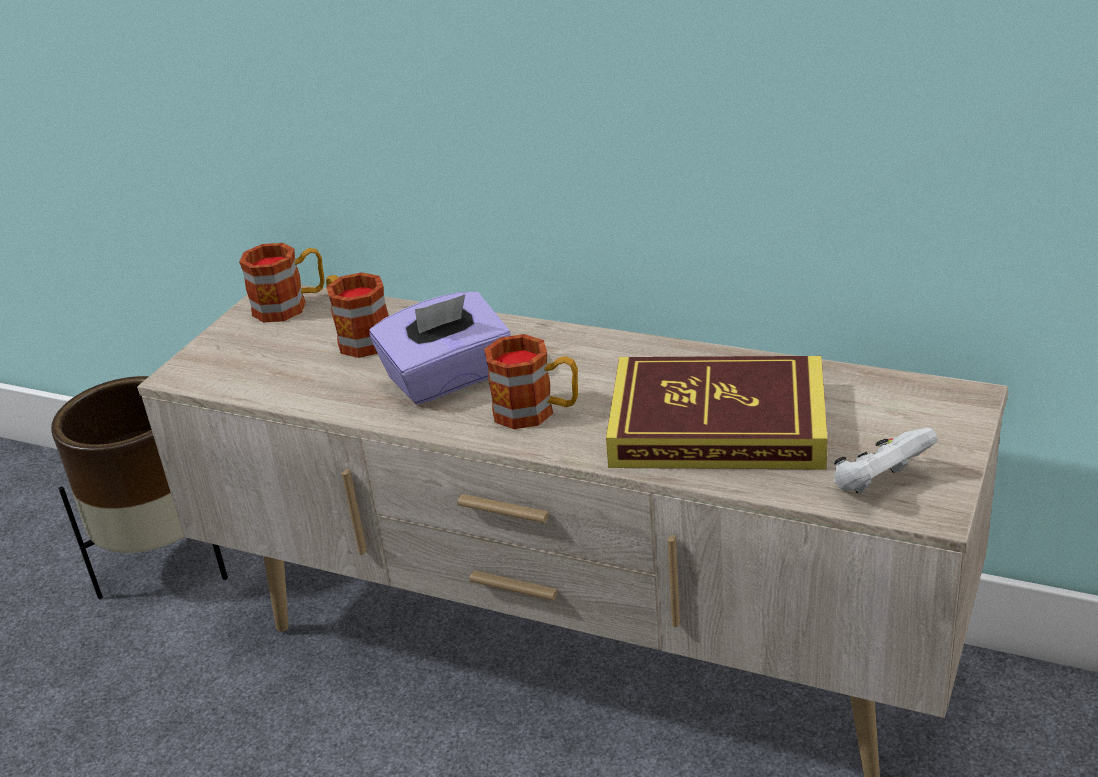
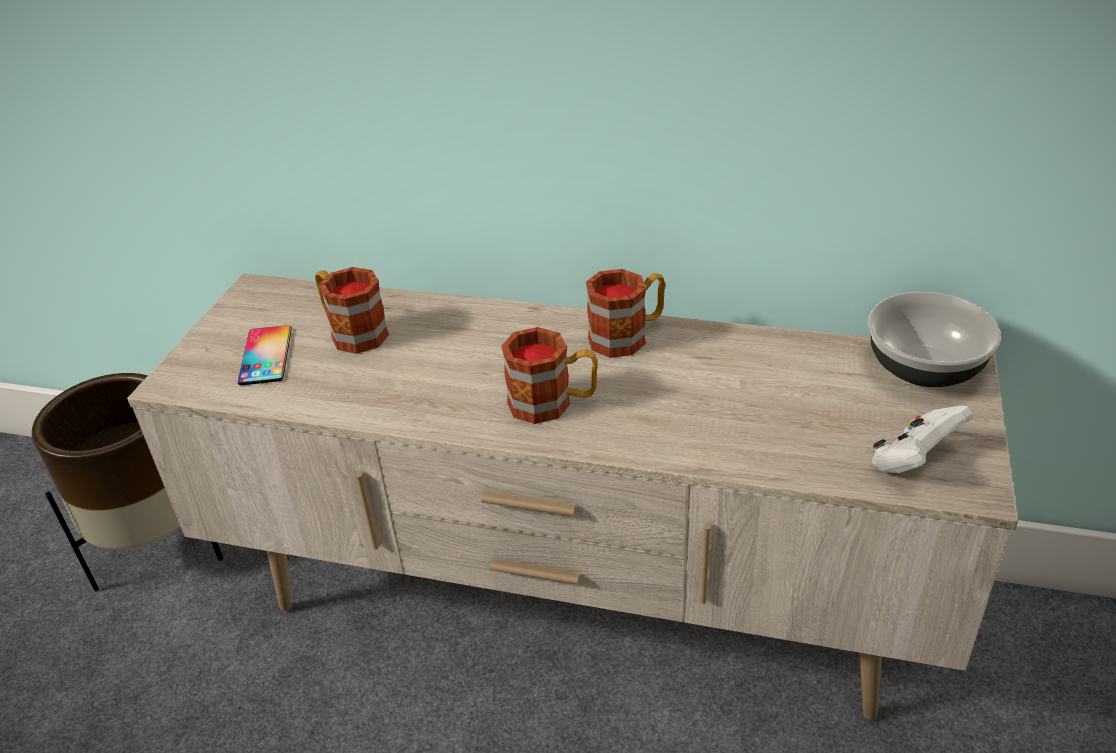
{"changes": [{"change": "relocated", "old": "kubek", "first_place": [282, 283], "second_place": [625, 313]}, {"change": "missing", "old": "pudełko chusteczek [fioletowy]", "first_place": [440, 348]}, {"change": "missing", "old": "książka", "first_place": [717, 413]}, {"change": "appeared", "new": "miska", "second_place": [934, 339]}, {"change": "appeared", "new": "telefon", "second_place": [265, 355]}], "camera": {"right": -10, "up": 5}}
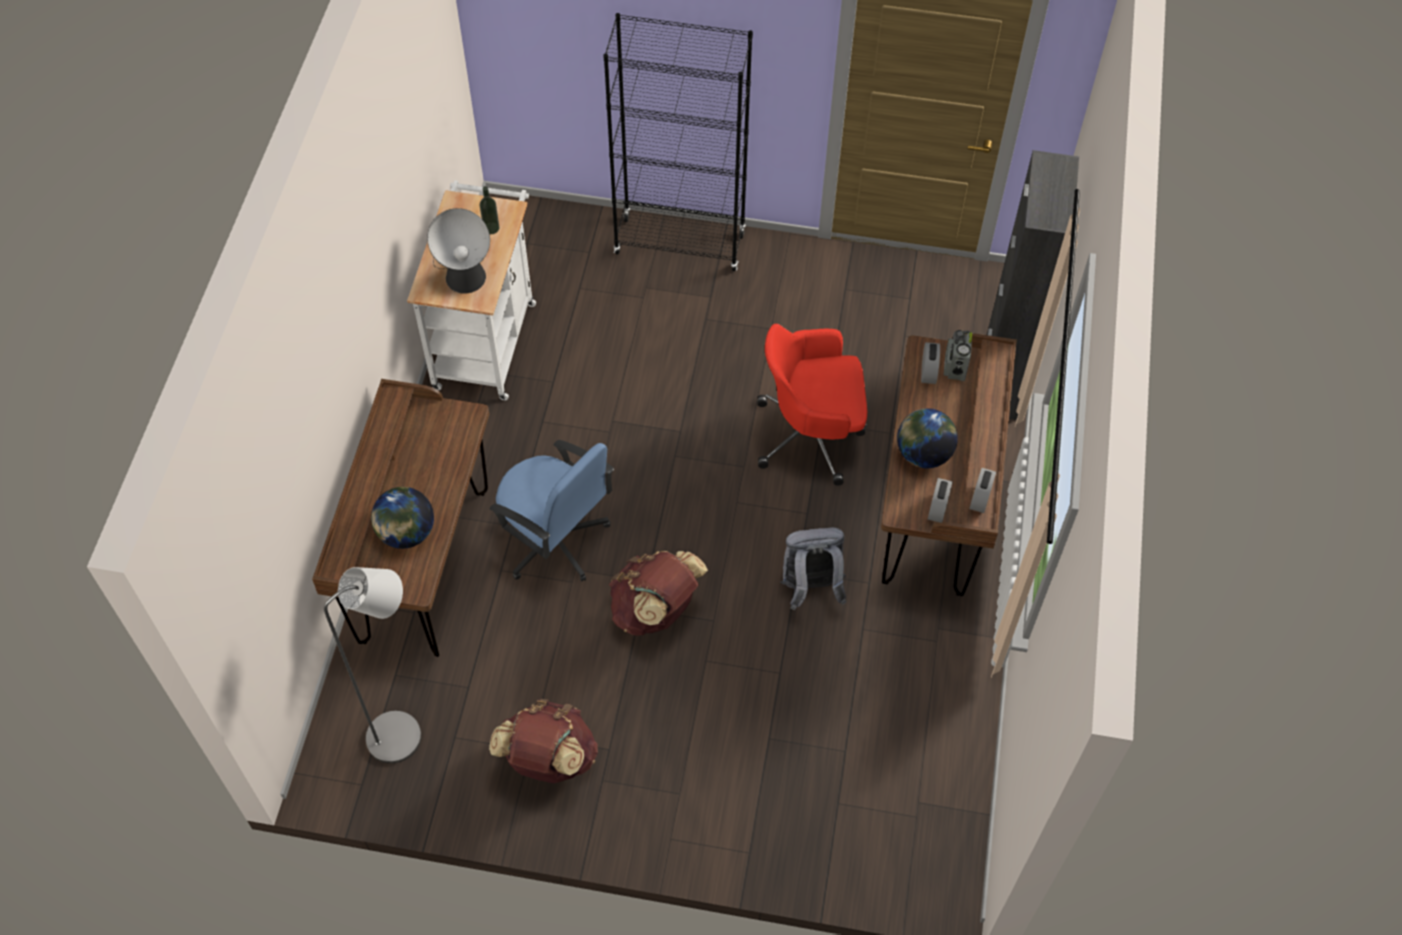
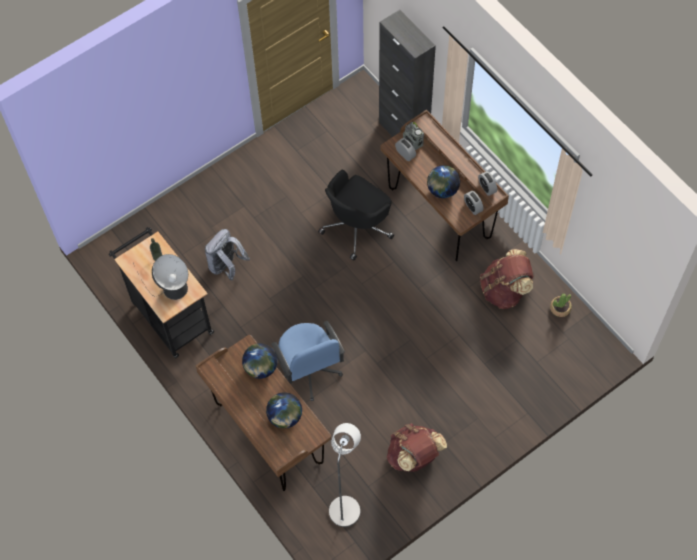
{"changes": [{"change": "missing", "old": "regał [czarny]", "first_place": [678, 142]}, {"change": "colour", "old": "wózek [biały]", "new": "wózek [czarny]", "first_place": [471, 290], "second_place": [161, 292]}, {"change": "colour", "old": "krzesło biurowe [czerwony]", "new": "krzesło biurowe [czarny]", "first_place": [812, 405], "second_place": [356, 215]}, {"change": "spun", "old": "krzesło biurowe [niebieski]", "first_place": [551, 510], "second_place": [308, 361], "degrees": 75}, {"change": "relocated", "old": "plecak [szary]", "first_place": [813, 568], "second_place": [227, 255]}, {"change": "relocated", "old": "plecak [brązowy]", "first_place": [658, 593], "second_place": [506, 279]}, {"change": "appeared", "new": "roślina doniczkowa", "second_place": [561, 305]}, {"change": "appeared", "new": "globus", "second_place": [260, 361]}], "camera": {"right": -45, "up": 5}}
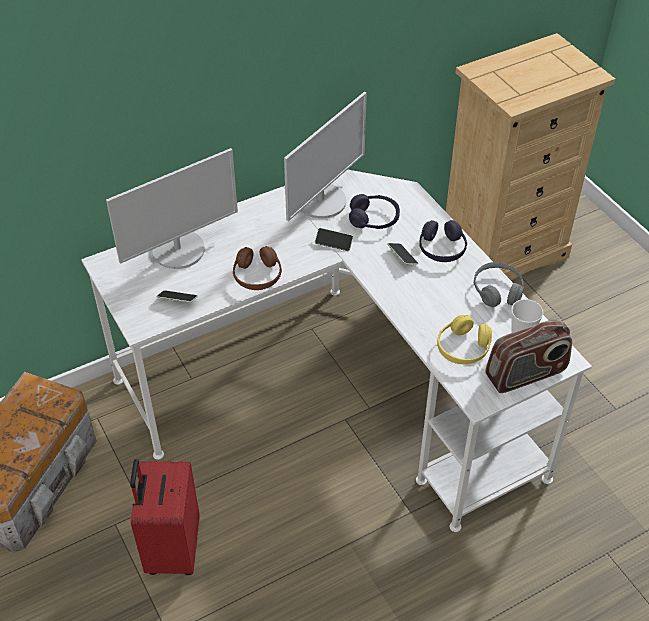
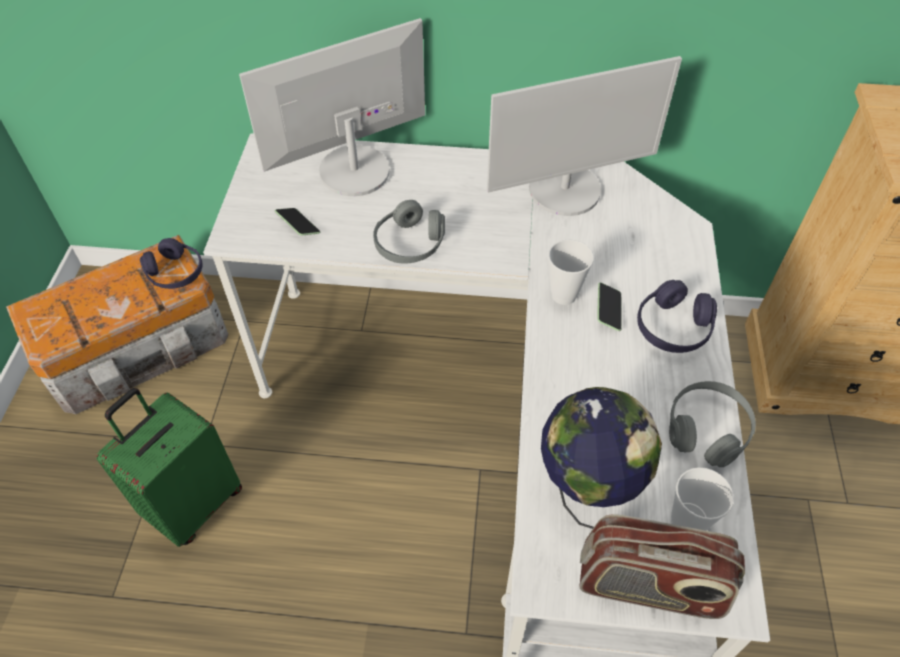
{"changes": [{"change": "spun", "old": "monitor", "first_place": [172, 208], "second_place": [332, 107], "degrees": 150}, {"change": "relocated", "old": "słuchawki [fioletowy]", "first_place": [374, 211], "second_place": [171, 263]}, {"change": "missing", "old": "telefon", "first_place": [334, 239]}, {"change": "colour", "old": "słuchawki [brązowy]", "new": "słuchawki [szary]", "first_place": [257, 268], "second_place": [409, 232]}, {"change": "exchanged", "old": "słuchawki [żółty]", "new": "globus", "first_place": [464, 339], "second_place": [601, 458]}, {"change": "colour", "old": "walizka [czerwony]", "new": "walizka [zielony]", "first_place": [165, 517], "second_place": [169, 467]}, {"change": "appeared", "new": "filiżanka", "second_place": [571, 272]}], "camera": {"right": 35, "up": 5}}
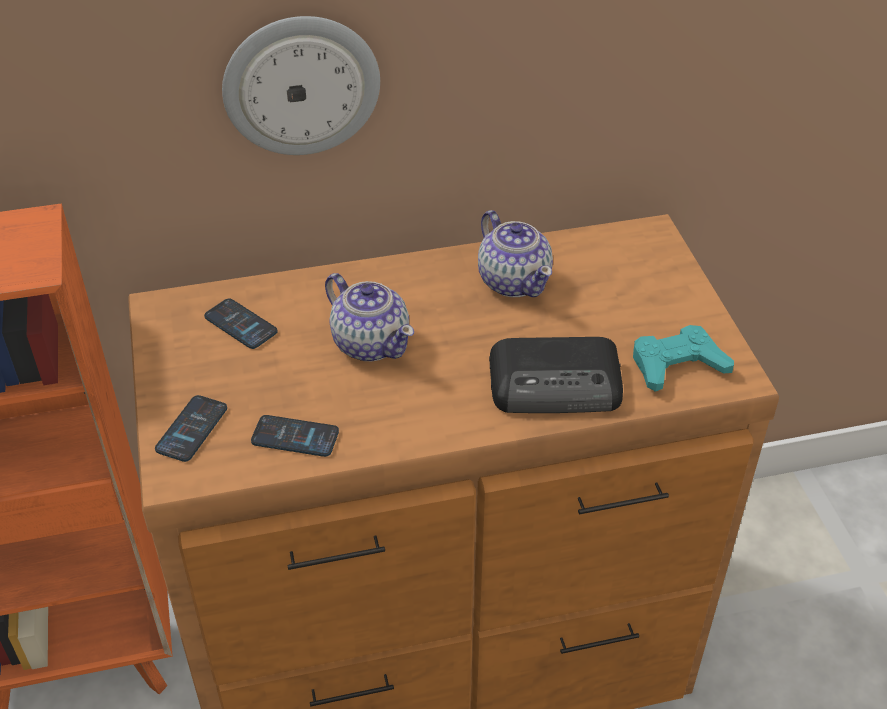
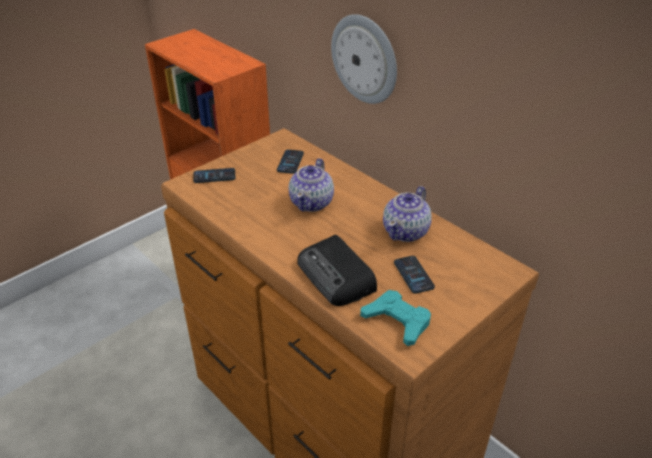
{"changes": [{"change": "relocated", "old": "telefon", "first_place": [295, 436], "second_place": [414, 275]}], "camera": {"right": 60, "up": -5}}
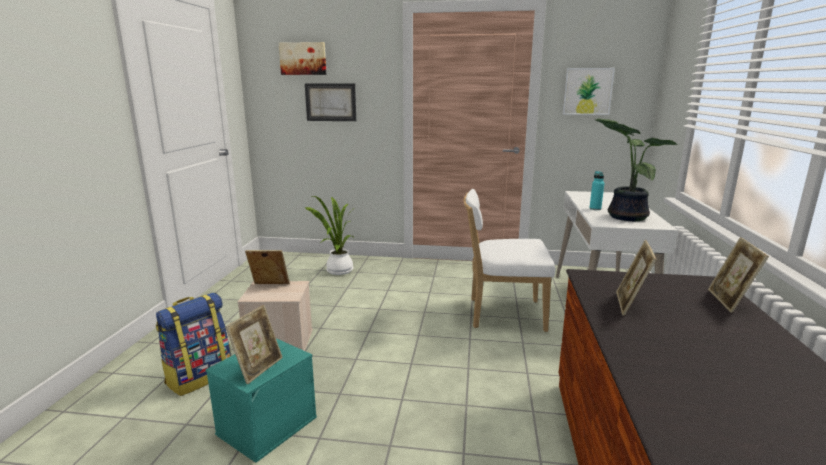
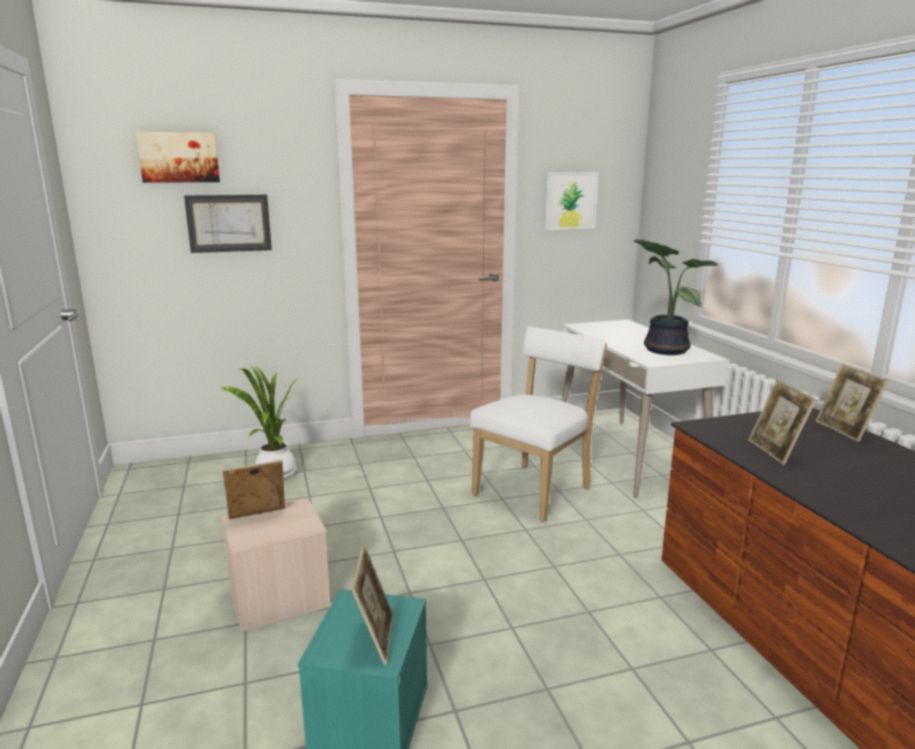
{"changes": [{"change": "missing", "old": "butelka [turkusowy]", "first_place": [596, 190]}, {"change": "spun", "old": "krzesło [biały]", "first_place": [509, 260], "second_place": [538, 424], "degrees": 150}, {"change": "missing", "old": "plecak", "first_place": [193, 344]}], "camera": {"right": -25, "up": 0}}
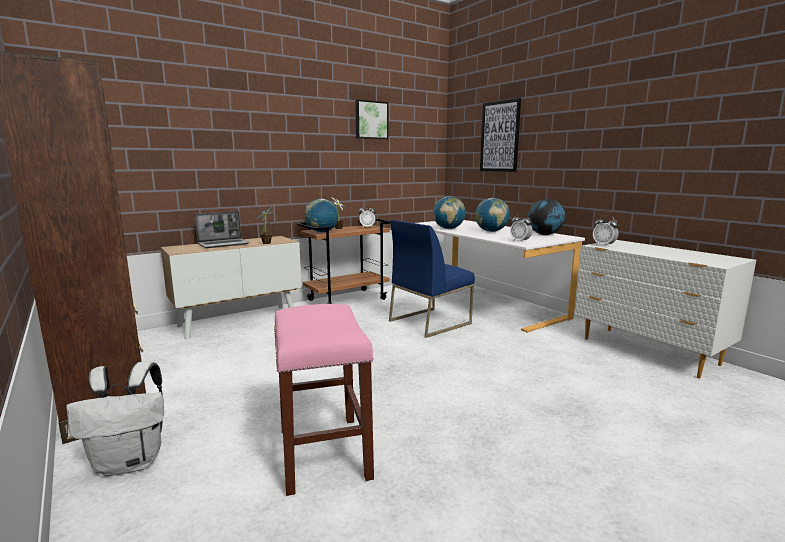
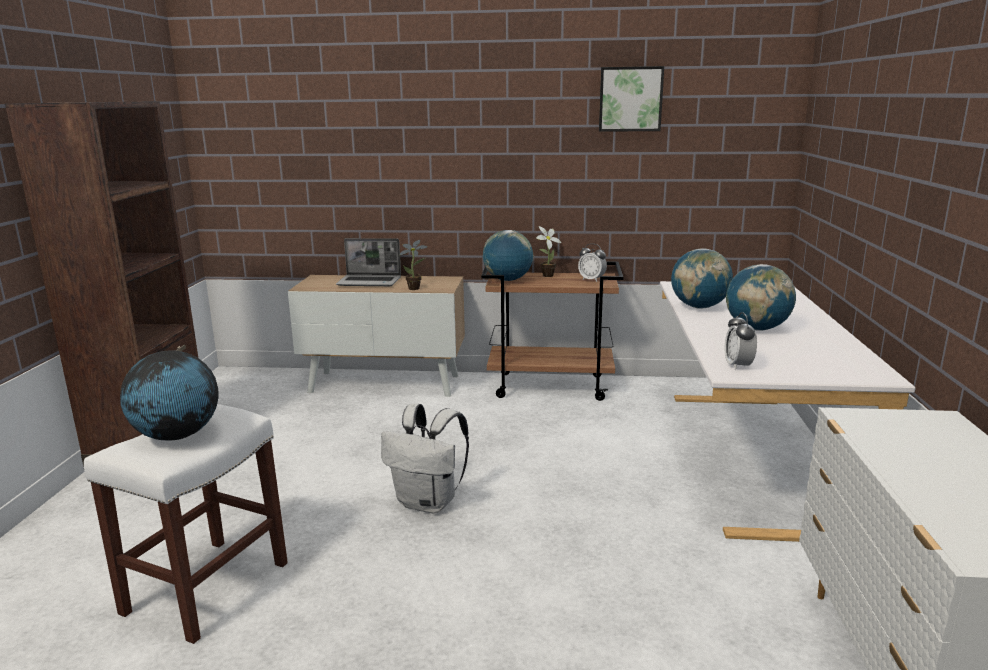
{"changes": [{"change": "missing", "old": "obraz", "first_place": [500, 135]}, {"change": "relocated", "old": "globus", "first_place": [546, 217], "second_place": [169, 395]}, {"change": "missing", "old": "budzik", "first_place": [606, 231]}, {"change": "missing", "old": "krzesło [niebieski]", "first_place": [432, 279]}, {"change": "colour", "old": "stołek [różowy]", "new": "stołek [biały]", "first_place": [324, 400], "second_place": [186, 524]}, {"change": "relocated", "old": "plecak [biały]", "first_place": [115, 419], "second_place": [425, 458]}], "camera": {"right": 40, "up": 5}}
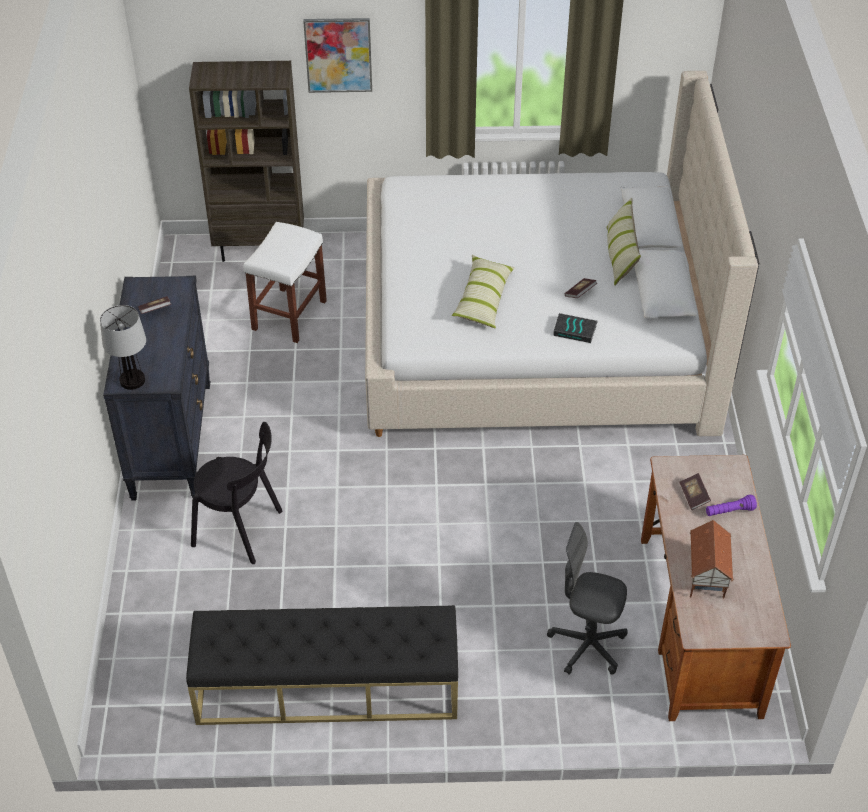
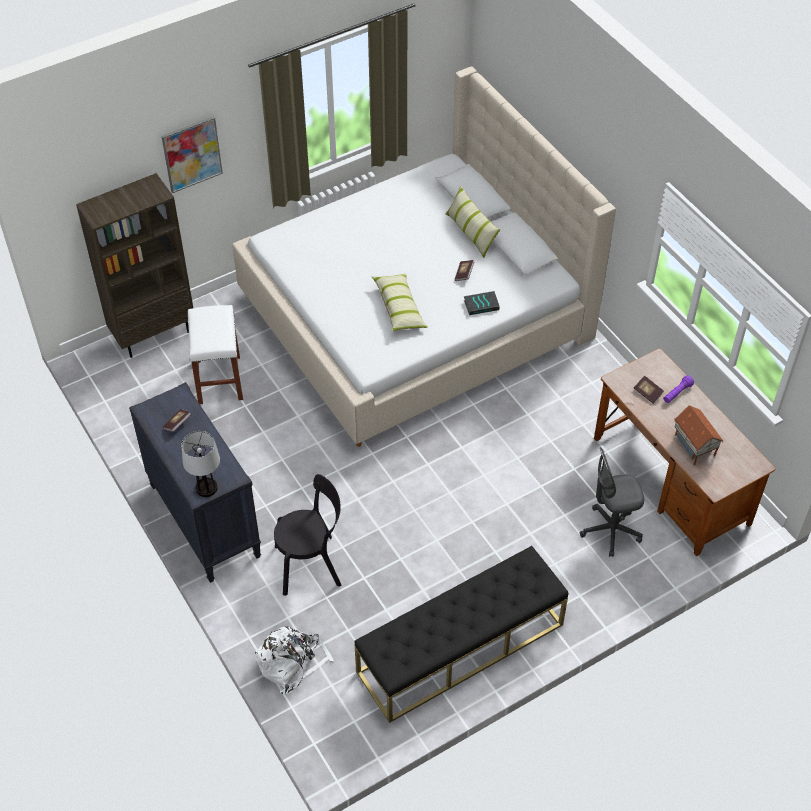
{"changes": [{"change": "appeared", "new": "plecak [biały]", "second_place": [294, 660]}], "camera": {"right": -30, "up": 5}}
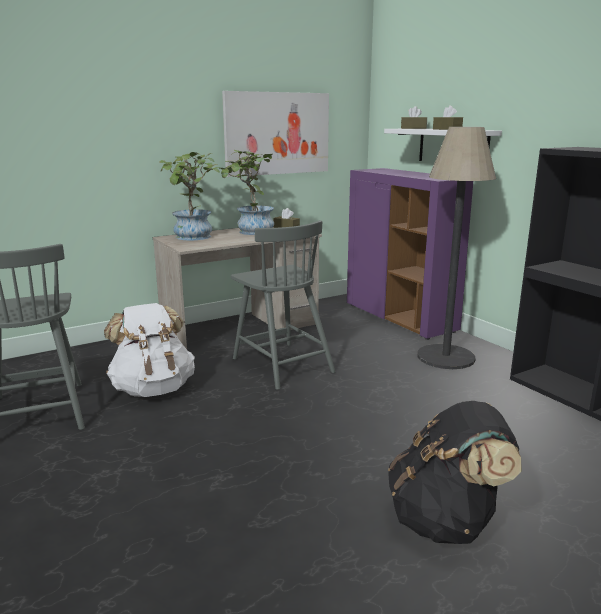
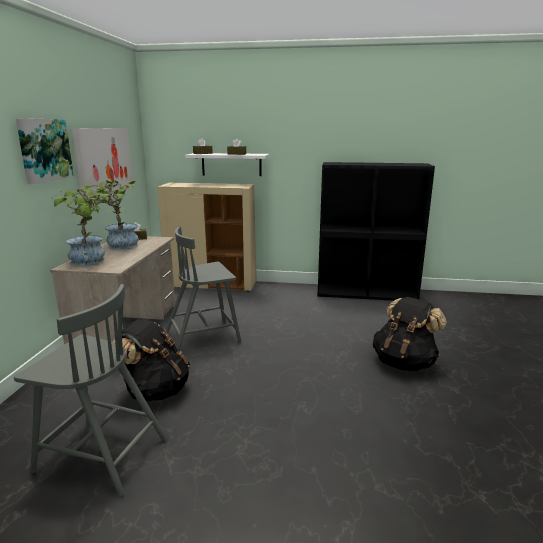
{"changes": [{"change": "missing", "old": "lampa stojąca", "first_place": [456, 248]}, {"change": "colour", "old": "szafka [fioletowy]", "new": "szafka [beżowy]", "first_place": [410, 254], "second_place": [206, 237]}, {"change": "spun", "old": "krzesło [szary]", "first_place": [283, 305], "second_place": [204, 289], "degrees": 150}, {"change": "colour", "old": "plecak [biały]", "new": "plecak [czarny]", "first_place": [149, 350], "second_place": [151, 360]}, {"change": "appeared", "new": "obraz", "second_place": [45, 151]}], "camera": {"right": -50, "up": 0}}
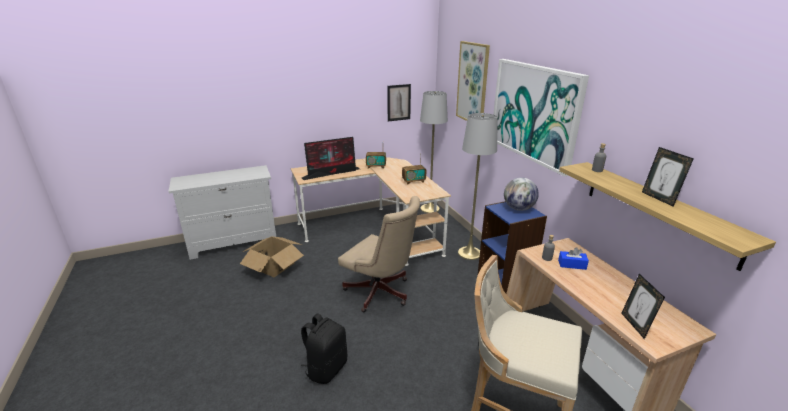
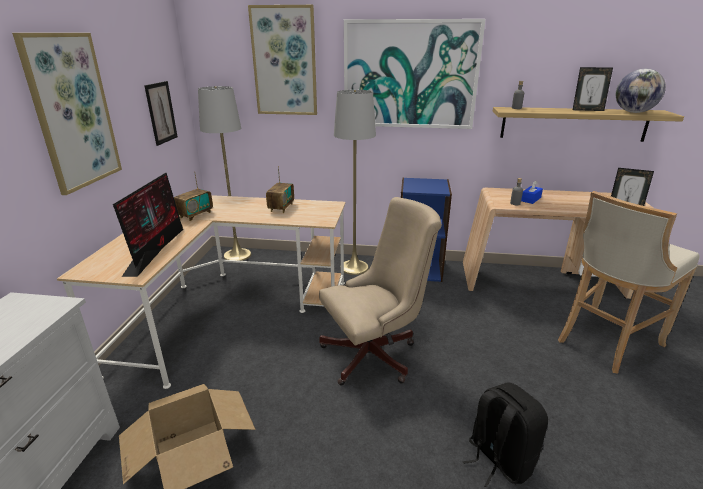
{"changes": [{"change": "relocated", "old": "globus", "first_place": [521, 194], "second_place": [641, 91]}, {"change": "appeared", "new": "obraz", "second_place": [67, 114]}], "camera": {"right": -60, "up": 0}}
